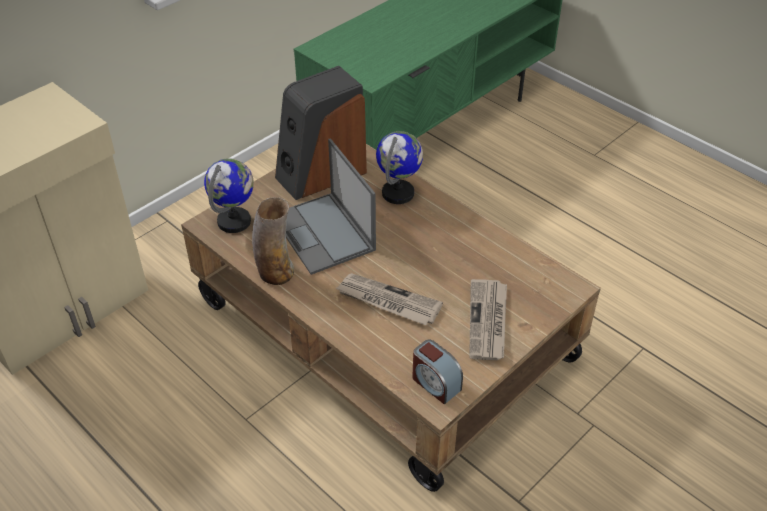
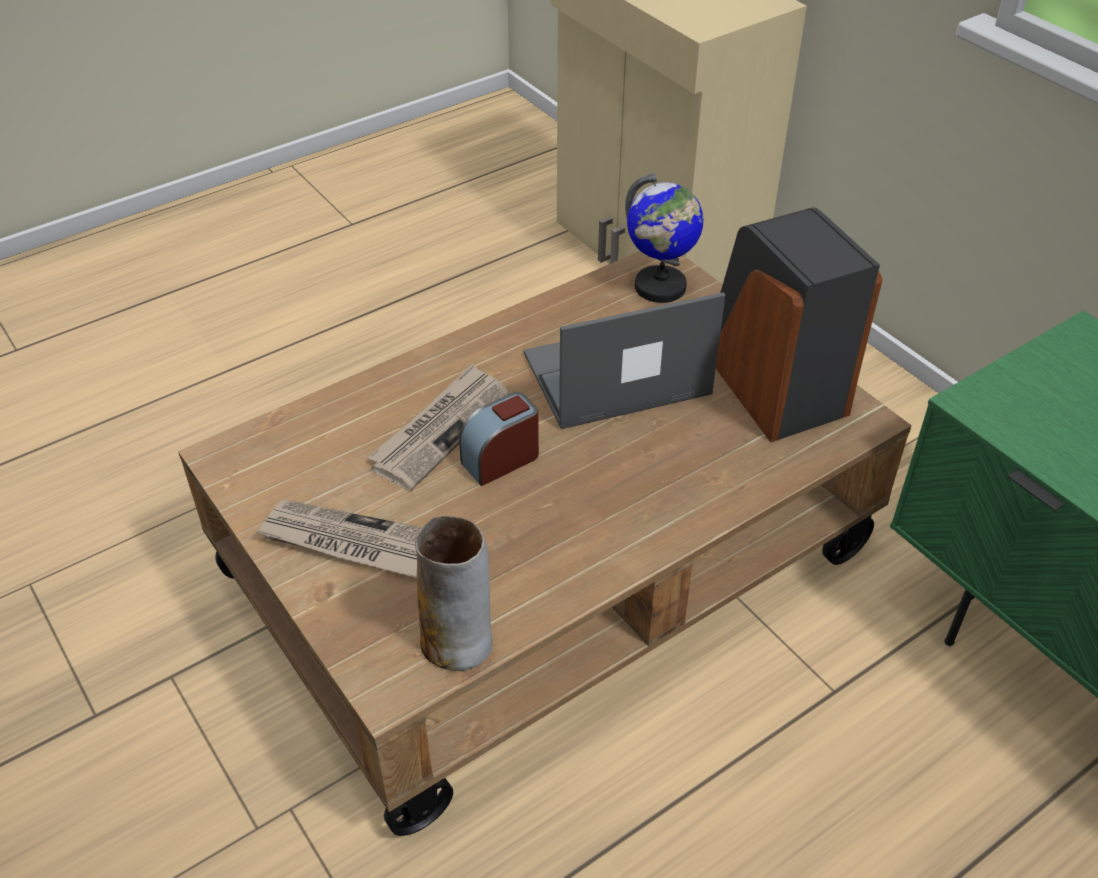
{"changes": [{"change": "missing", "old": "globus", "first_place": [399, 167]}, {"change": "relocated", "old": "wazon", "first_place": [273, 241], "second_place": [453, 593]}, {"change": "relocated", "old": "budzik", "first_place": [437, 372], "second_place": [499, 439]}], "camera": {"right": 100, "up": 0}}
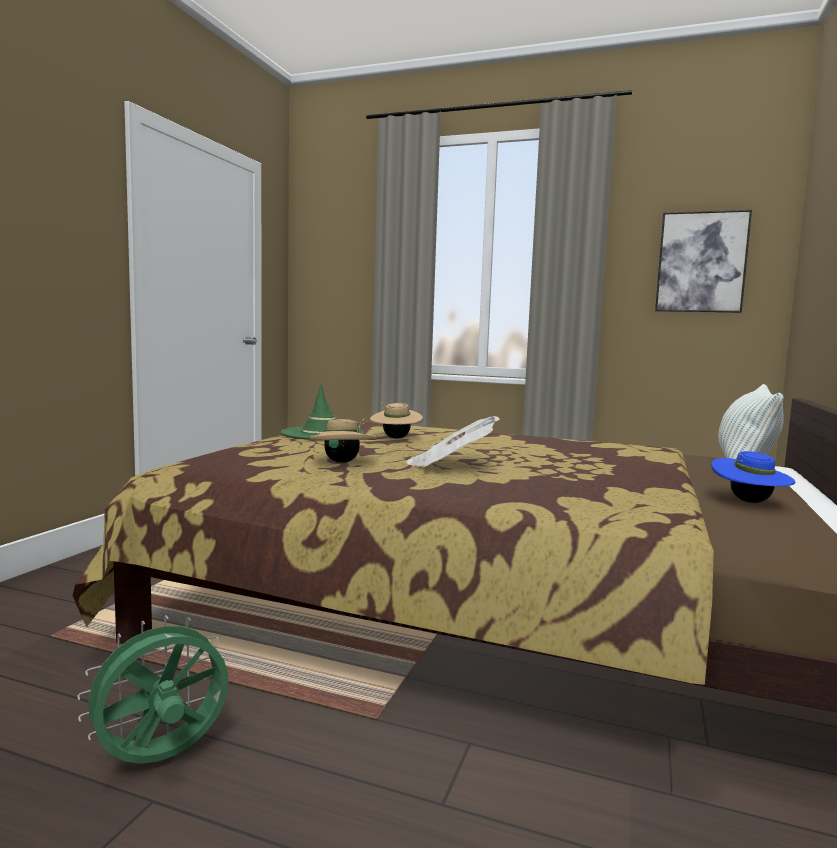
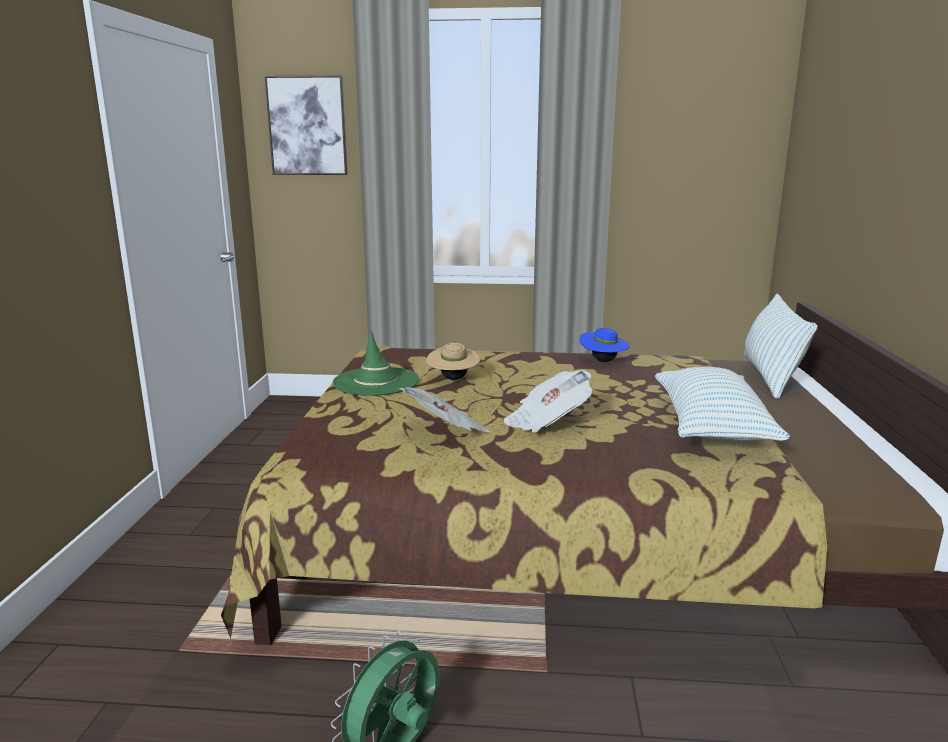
{"changes": [{"change": "relocated", "old": "obraz", "first_place": [703, 261], "second_place": [306, 125]}, {"change": "exchanged", "old": "kapelusz [beżowy]", "new": "gazeta", "first_place": [343, 440], "second_place": [445, 409]}, {"change": "relocated", "old": "kapelusz [niebieski]", "first_place": [753, 477], "second_place": [605, 345]}, {"change": "appeared", "new": "poduszka", "second_place": [722, 404]}], "camera": {"right": -15, "up": 10}}
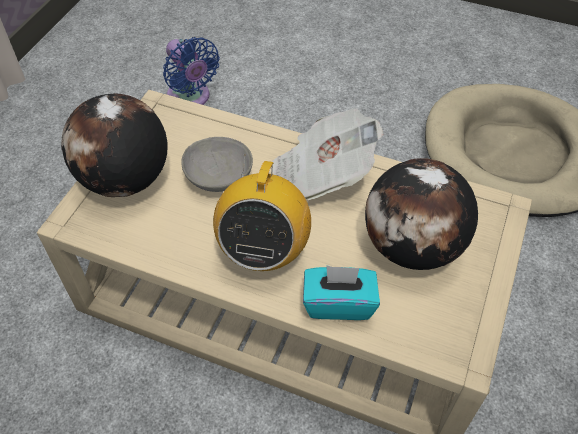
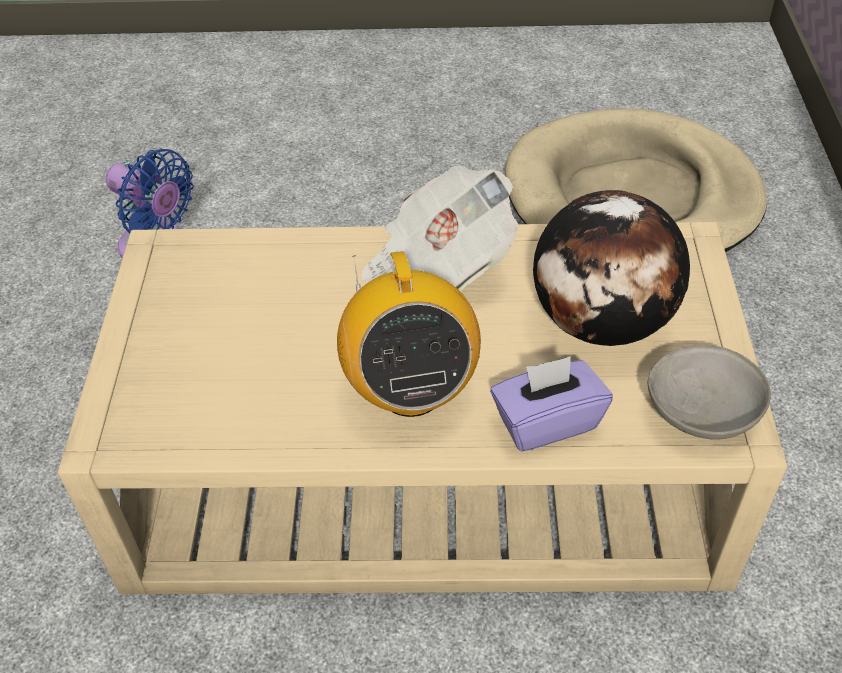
{"changes": [{"change": "missing", "old": "globus", "first_place": [114, 145]}, {"change": "relocated", "old": "miska [szary]", "first_place": [217, 164], "second_place": [709, 392]}, {"change": "colour", "old": "pudełko chusteczek [turkusowy]", "new": "pudełko chusteczek [fioletowy]", "first_place": [341, 292], "second_place": [551, 403]}], "camera": {"right": -20, "up": -5}}
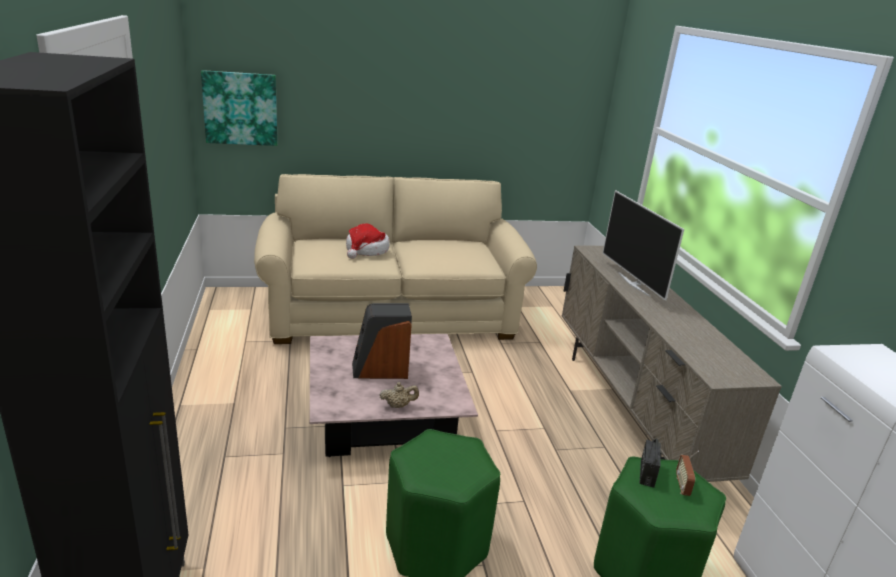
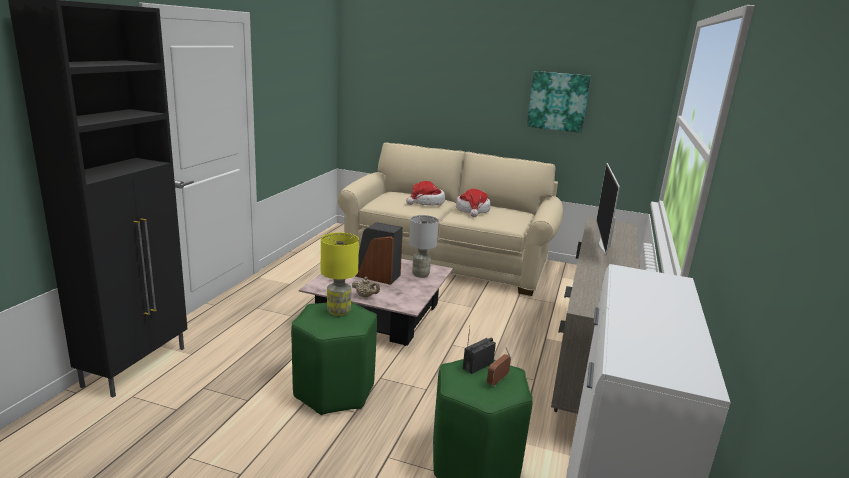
{"changes": [{"change": "relocated", "old": "obraz", "first_place": [239, 108], "second_place": [559, 102]}, {"change": "appeared", "new": "kapelusz", "second_place": [473, 203]}, {"change": "appeared", "new": "lampa stołowa [szary]", "second_place": [424, 246]}, {"change": "appeared", "new": "lampa stołowa [żółty]", "second_place": [340, 274]}], "camera": {"right": 30, "up": -5}}
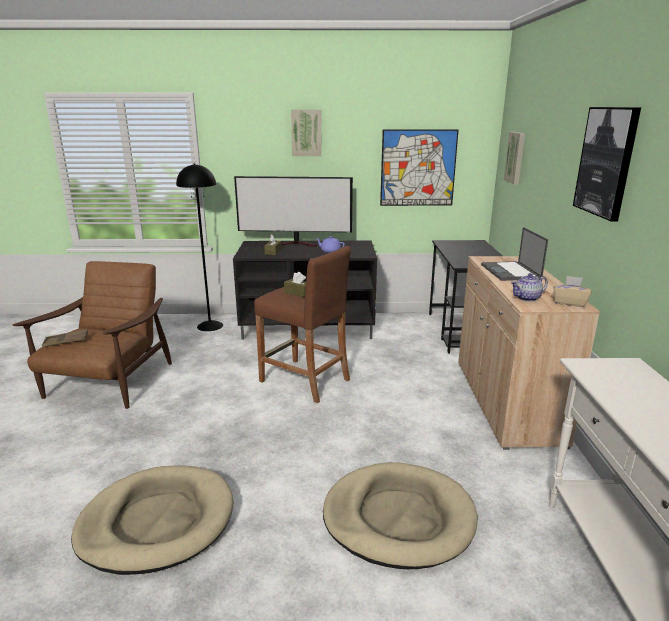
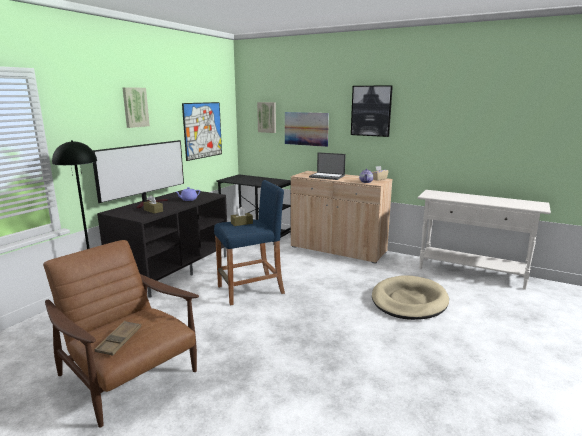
{"changes": [{"change": "colour", "old": "stołek [brązowy]", "new": "stołek [niebieski]", "first_place": [302, 324], "second_place": [249, 243]}, {"change": "missing", "old": "legowisko [beżowy]", "first_place": [152, 520]}, {"change": "appeared", "new": "obraz", "second_place": [307, 129]}], "camera": {"right": -60, "up": -5}}
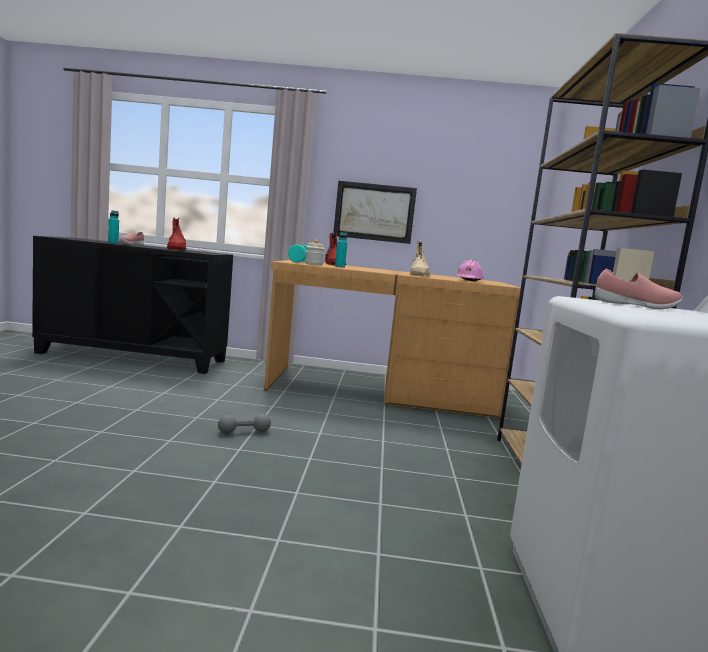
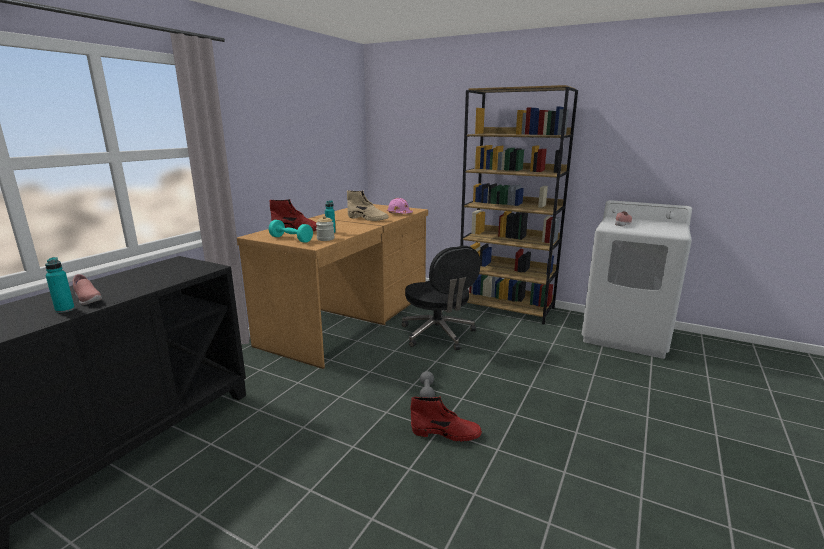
{"changes": [{"change": "missing", "old": "obraz", "first_place": [375, 212]}, {"change": "relocated", "old": "but z cholewką [czerwony]", "first_place": [176, 234], "second_place": [446, 419]}, {"change": "appeared", "new": "krzesło biurowe [czarny]", "second_place": [441, 298]}], "camera": {"right": -65, "up": 10}}
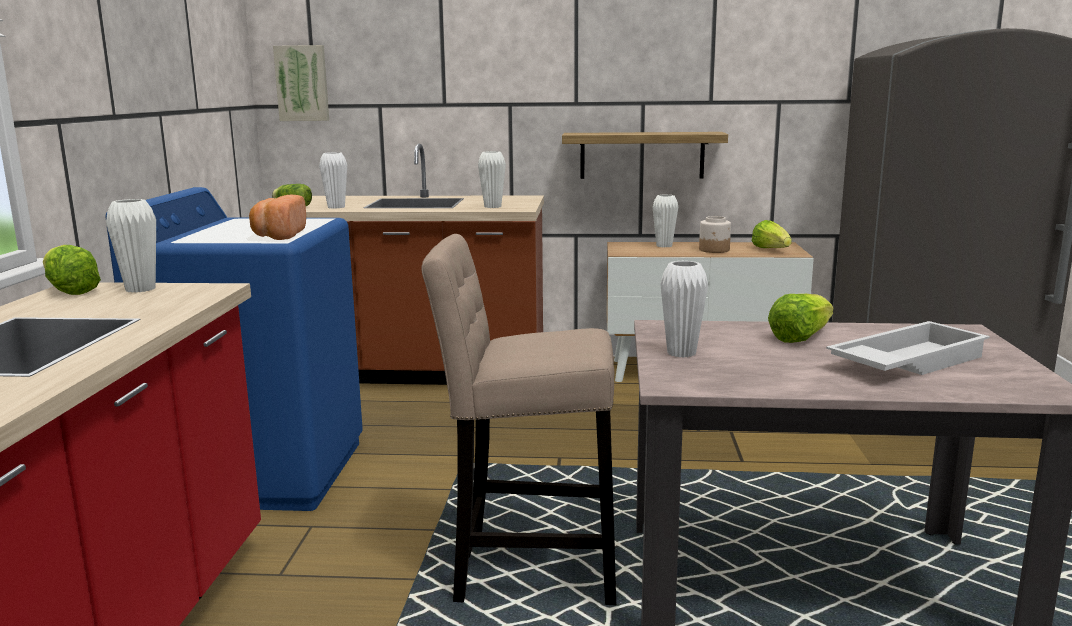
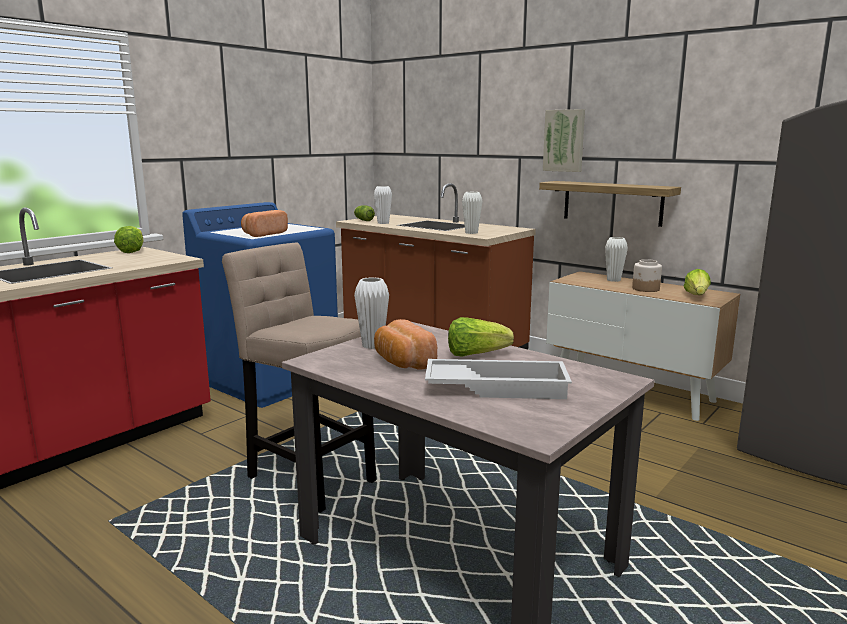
{"changes": [{"change": "relocated", "old": "obraz", "first_place": [301, 83], "second_place": [564, 140]}, {"change": "missing", "old": "wazon [biały]", "first_place": [131, 246]}, {"change": "appeared", "new": "chleb", "second_place": [405, 344]}], "camera": {"right": 35, "up": 0}}
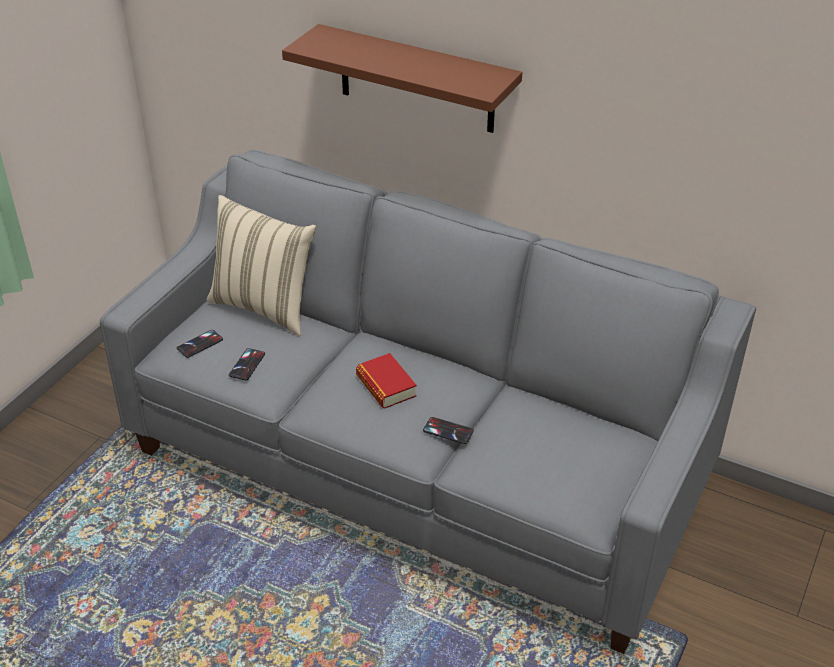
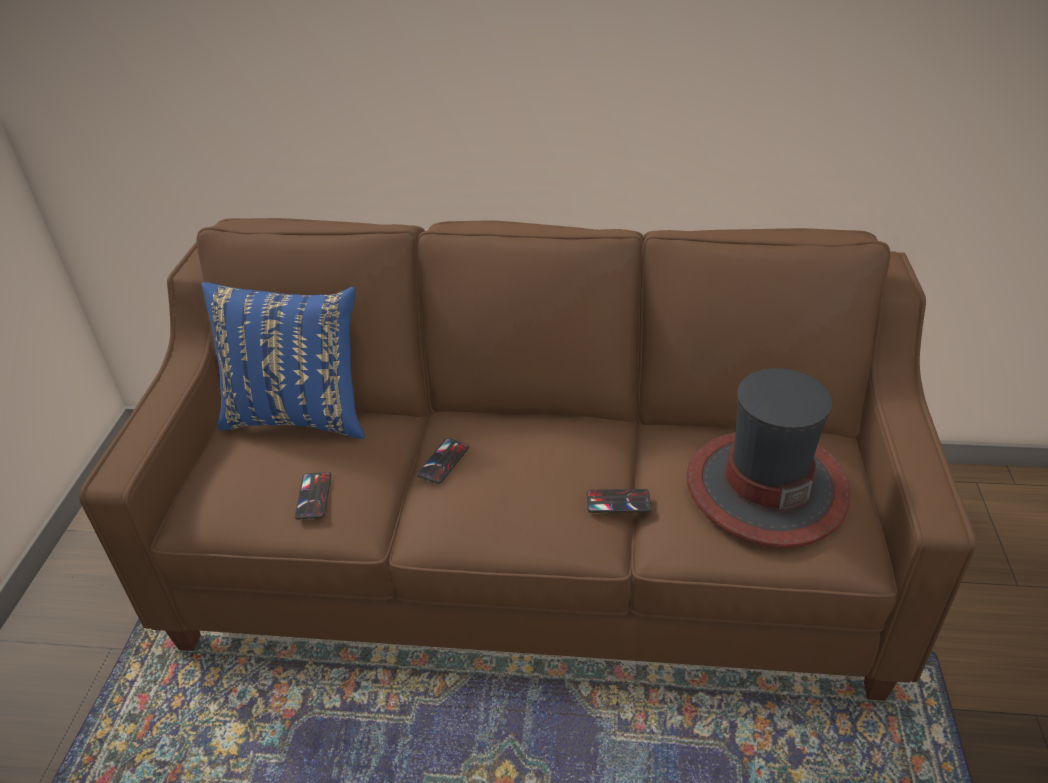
{"changes": [{"change": "missing", "old": "półka [brązowy]", "first_place": [402, 78]}, {"change": "colour", "old": "kanapa [szary]", "new": "kanapa [brązowy]", "first_place": [428, 402], "second_place": [527, 459]}, {"change": "colour", "old": "poduszka [beżowy]", "new": "poduszka [niebieski]", "first_place": [261, 265], "second_place": [283, 360]}, {"change": "relocated", "old": "telefon", "first_place": [200, 344], "second_place": [443, 461]}, {"change": "missing", "old": "książka", "first_place": [386, 381]}, {"change": "appeared", "new": "kapelusz", "second_place": [768, 458]}], "camera": {"right": -20, "up": 0}}
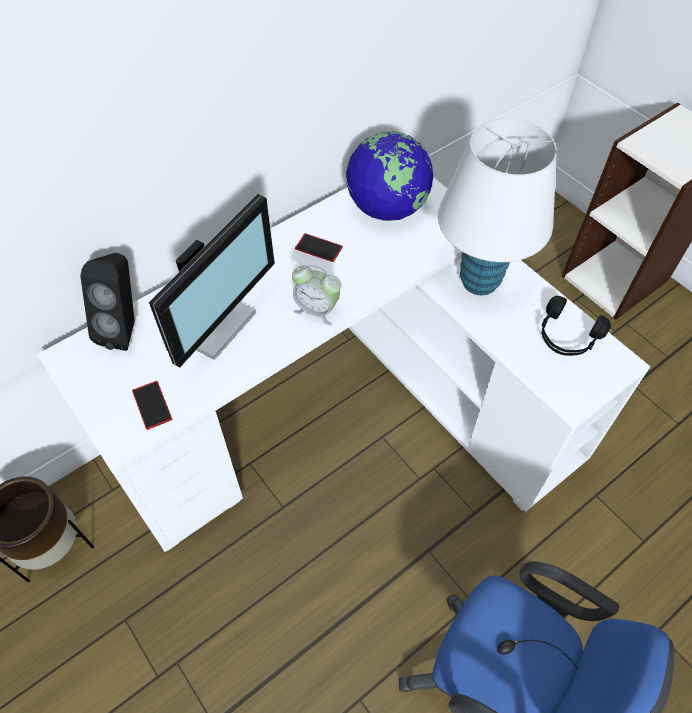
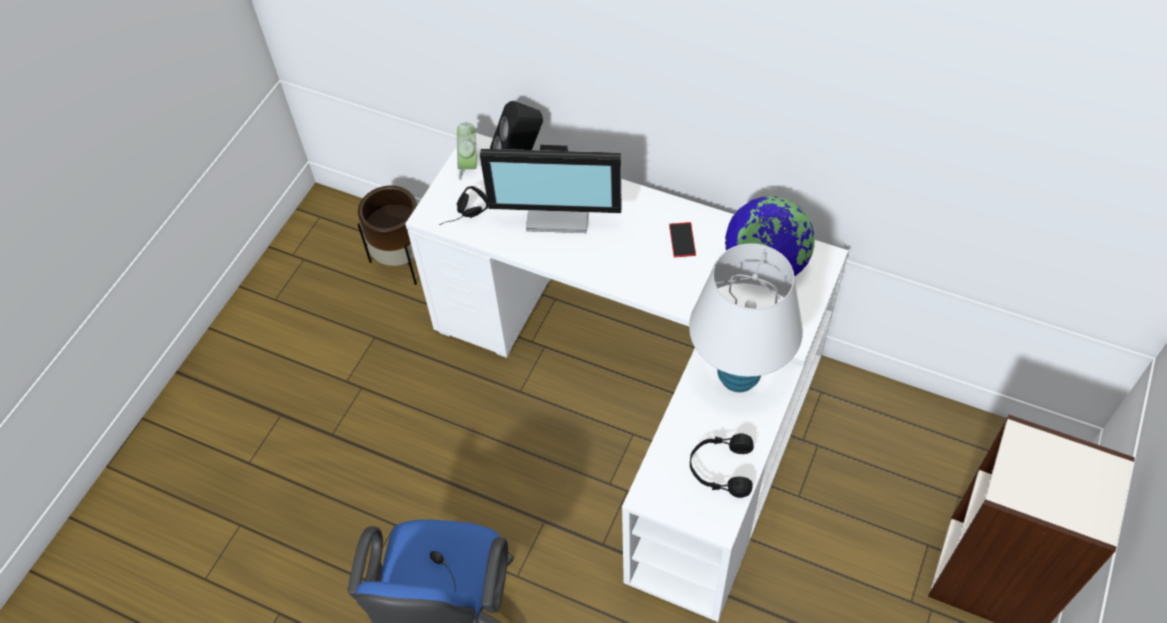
{"changes": [{"change": "relocated", "old": "budzik", "first_place": [316, 295], "second_place": [467, 151]}, {"change": "exchanged", "old": "telefon", "new": "słuchawki [czarny]", "first_place": [152, 405], "second_place": [463, 205]}], "camera": {"right": 65, "up": 0}}
